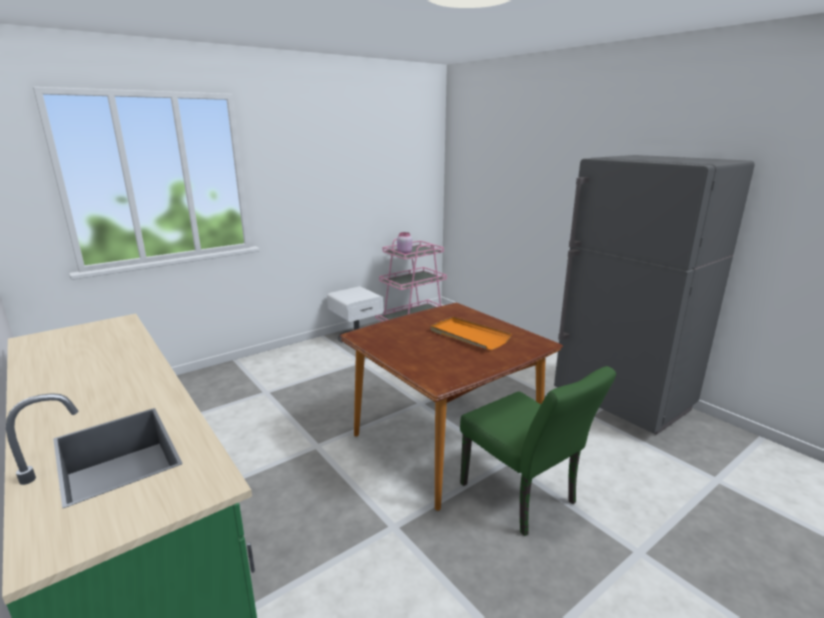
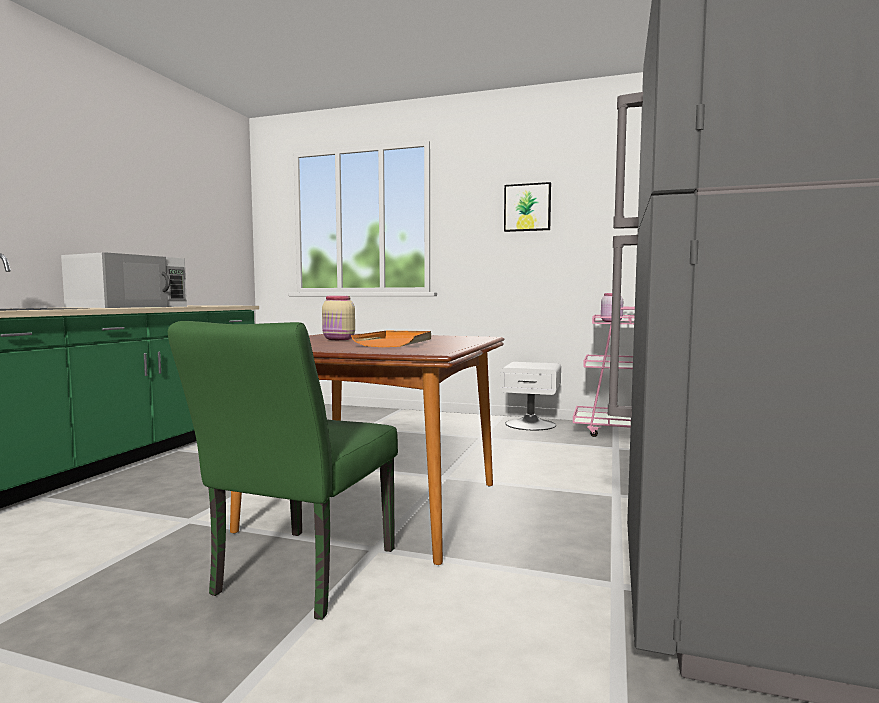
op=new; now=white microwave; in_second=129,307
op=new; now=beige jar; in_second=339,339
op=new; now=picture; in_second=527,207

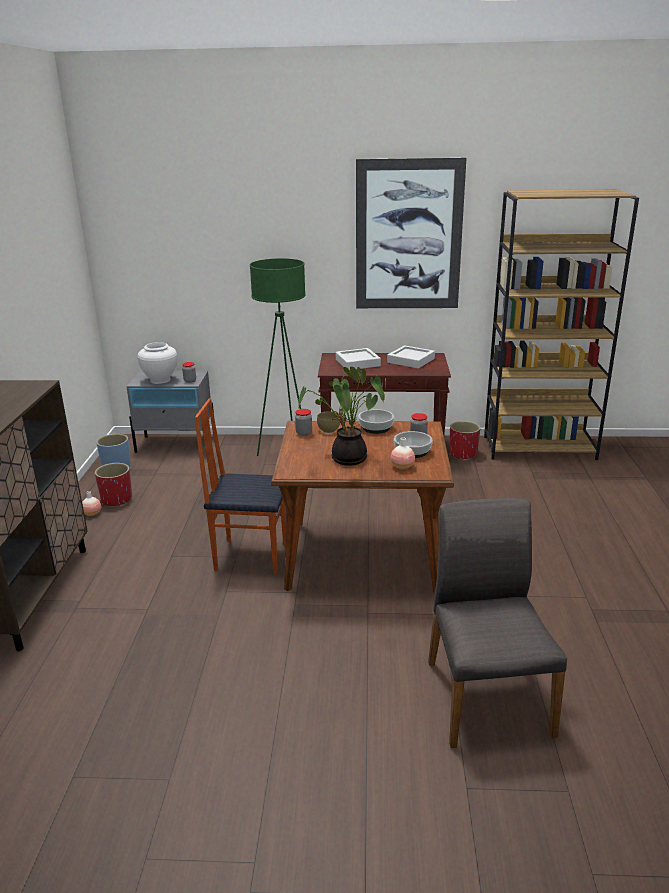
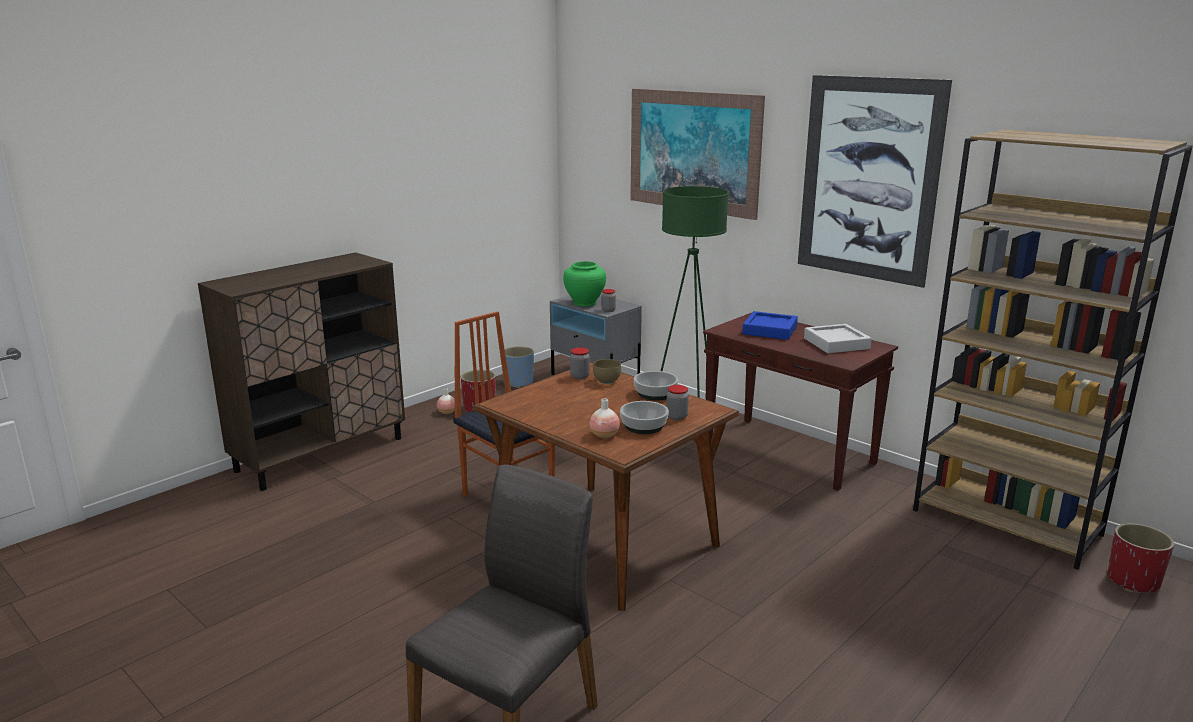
op=repainted; was=white vase; now=green vase; in_first=160,380; in_second=584,303
op=gone; was=potted plant; in_first=346,459
op=repainted; was=grey tray; now=blue tray; in_first=357,363; in_second=769,330
op=shifted; was=red planter; in_first=463,454; in_second=1133,581
op=new; now=picture; in_second=693,151

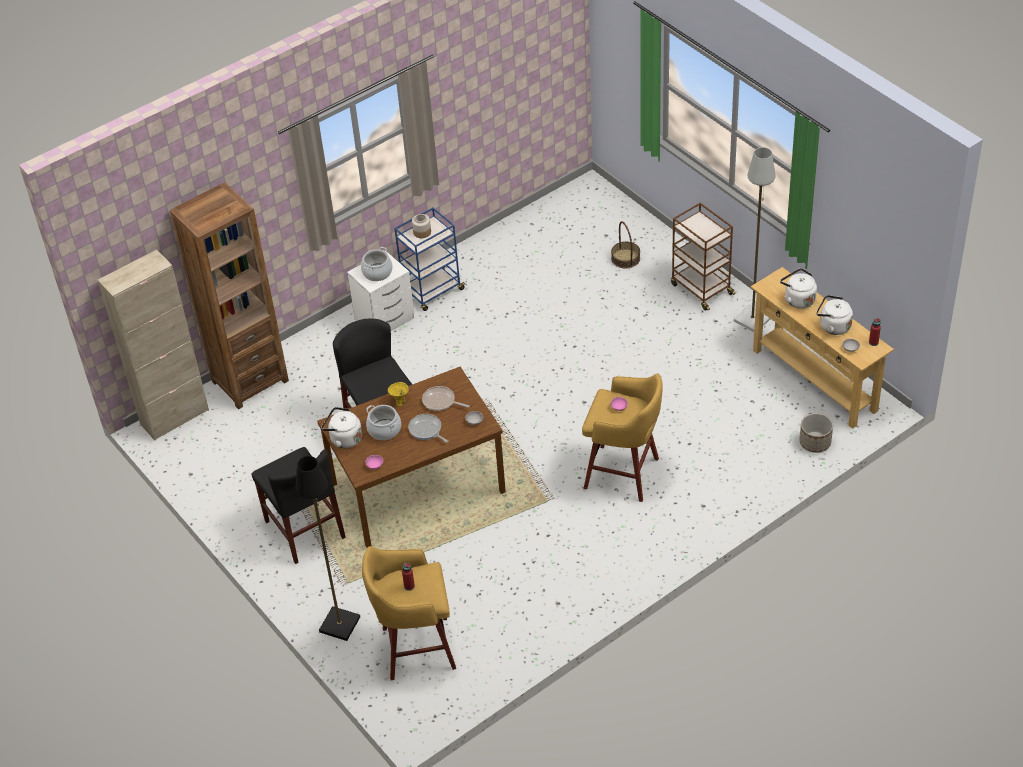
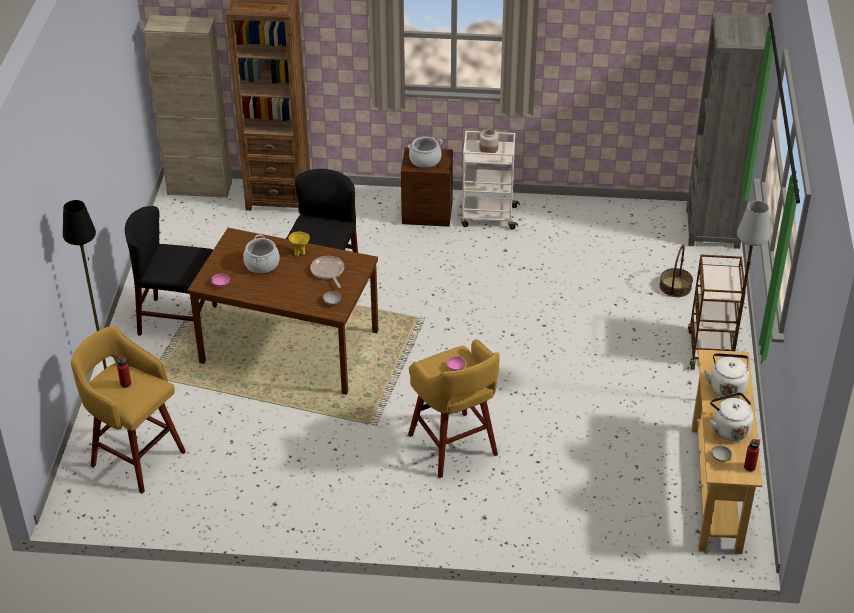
op=rotated; was=black chair; in_first=304,529; in_second=178,320; clockwise=90
op=gone; was=white kettle; in_first=344,439
op=repainted; was=white nightstand; now=brown nightstand; in_first=386,319; in_second=428,214
op=repainted; was=blue cart; now=white cart; in_first=432,291; in_second=488,216
op=gone; was=frying pan; in_first=426,430
op=gone; was=planter; in_first=815,442
op=new; now=grey bookcase; in_second=712,228

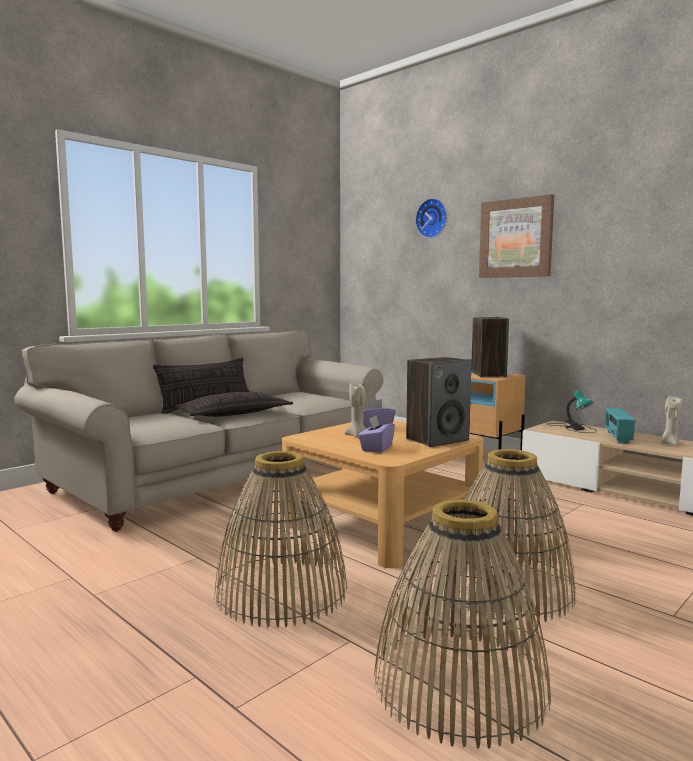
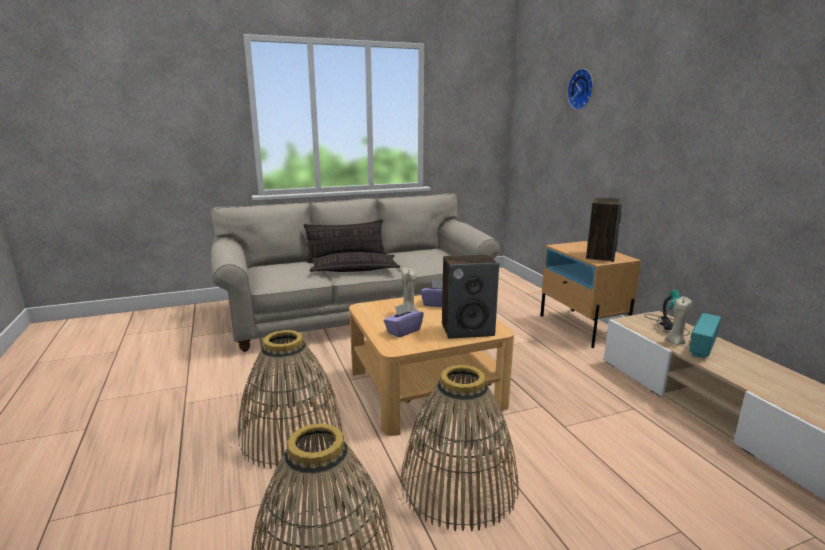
op=gone; was=picture; in_first=516,238
op=shifted; was=beige candle; in_first=669,443; in_second=675,342

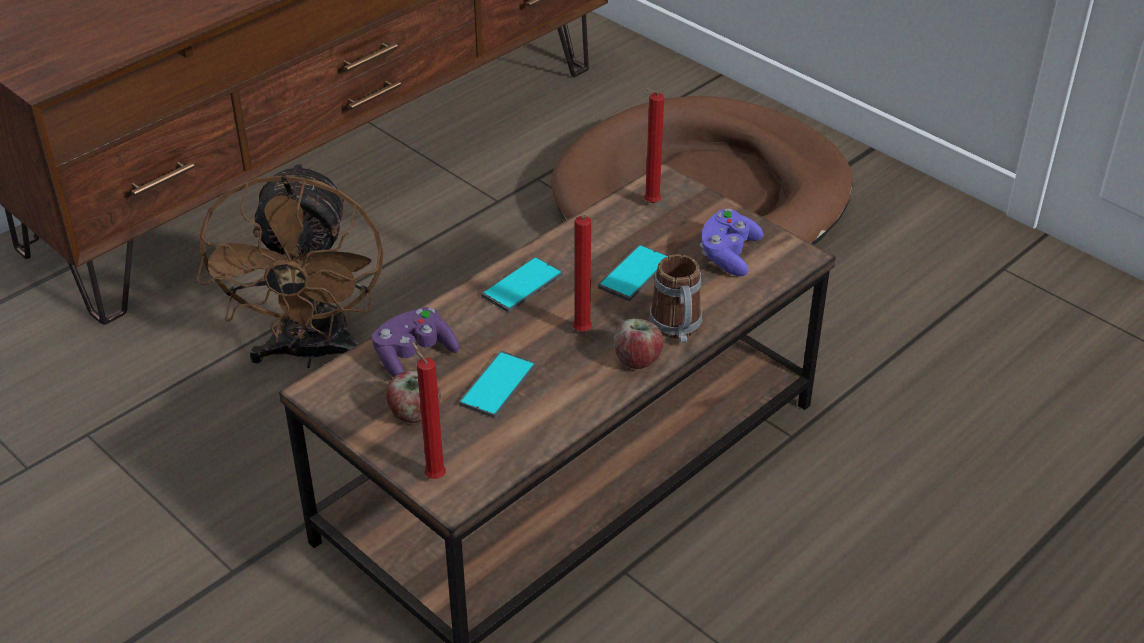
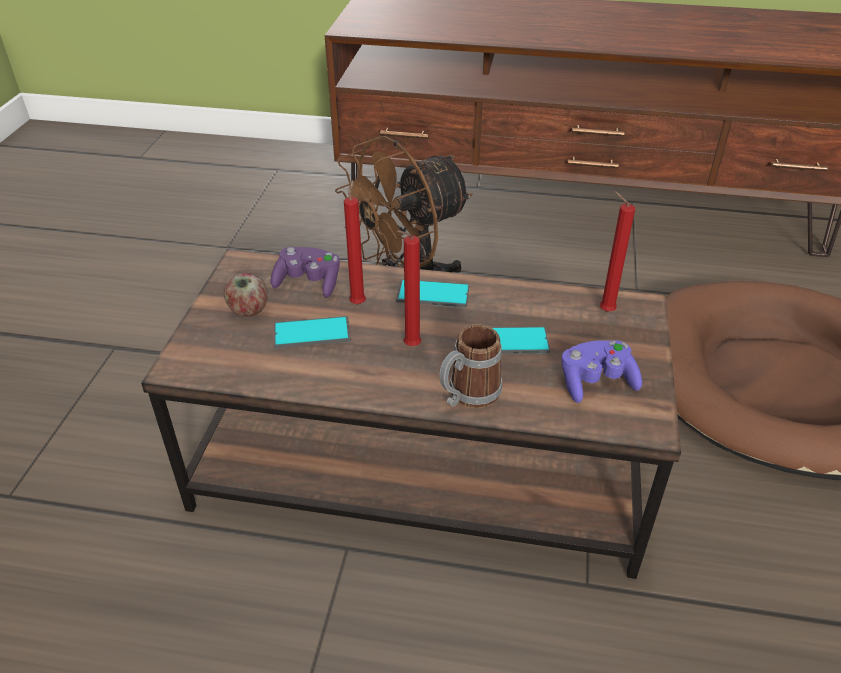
op=shifted; was=red candle; in_first=433,475; in_second=358,302
op=gone; was=apple; in_first=637,360

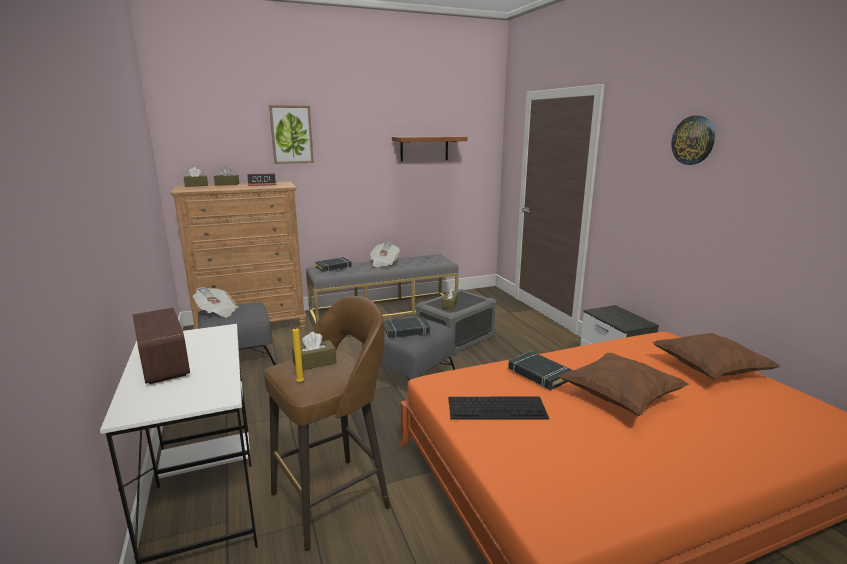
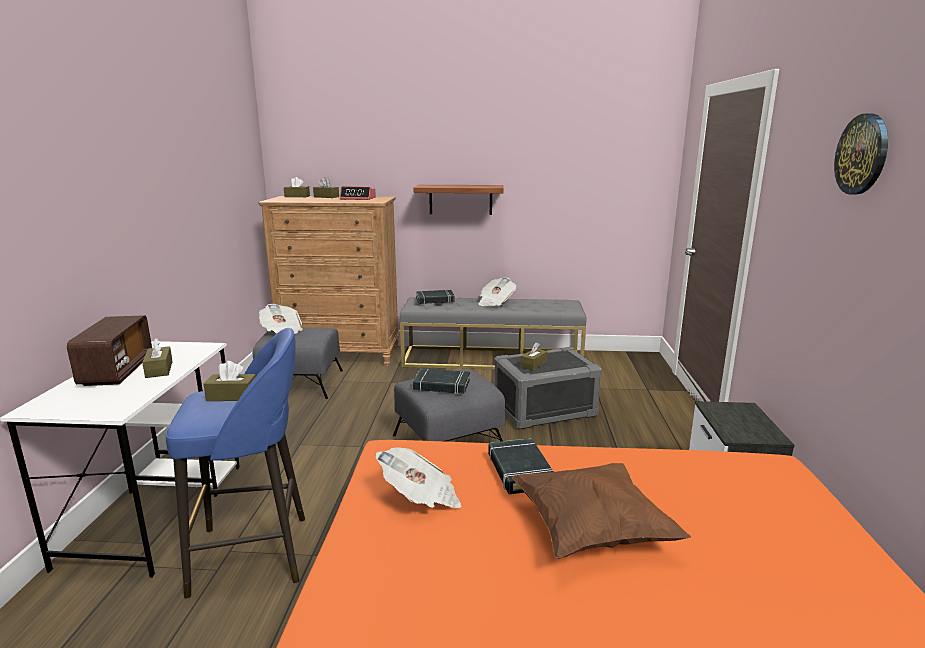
op=repainted; was=brown stool; now=blue stool; in_first=334,499; in_second=255,554
op=gone; was=picture; in_first=291,134
op=gone; was=yellow candle; in_first=298,382
op=shifted; was=shelf; in_first=424,148; in_second=460,199
op=swapped; was=keyboard; now=newspaper; in_first=497,407; in_second=421,498
op=gone; was=brown pillow; in_first=709,370
op=new; now=brown tissue box; in_second=159,369

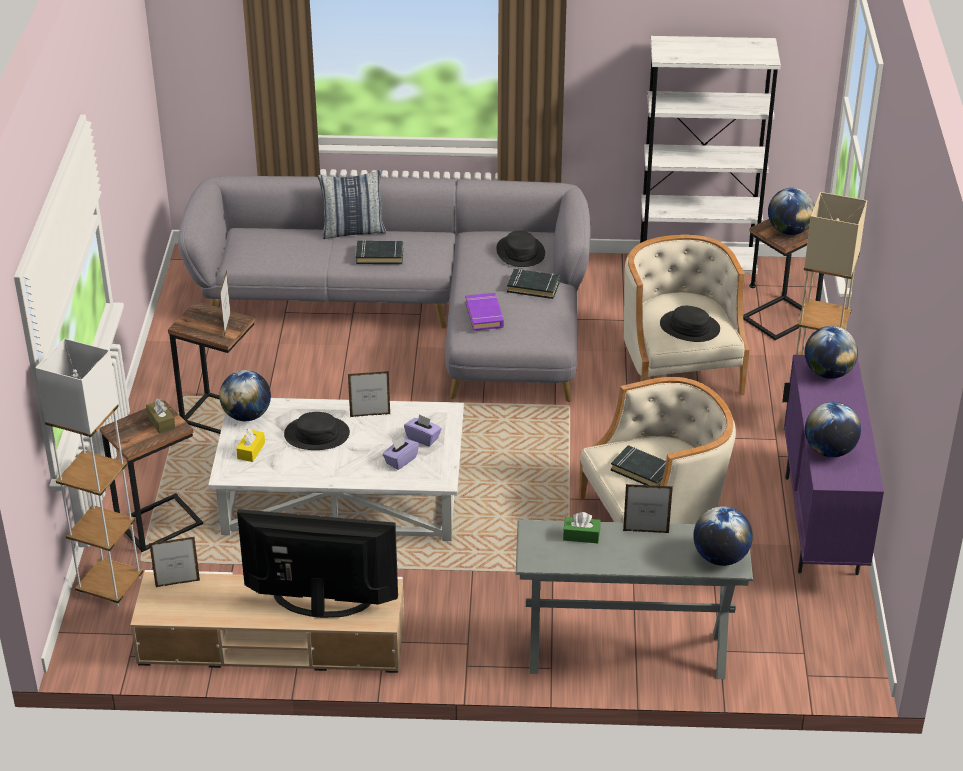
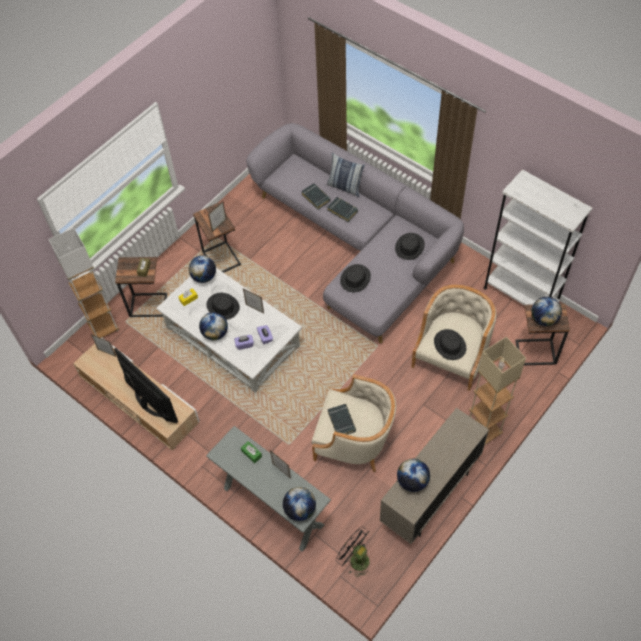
op=swapped; was=purple book; now=black hat; in_first=484,315; in_second=355,279
op=shifted; was=black book; in_first=533,287; in_second=316,197
op=repainted; was=purple cabinet; now=beige cabinet; in_first=821,525; in_second=430,495
op=shifted; was=globe; in_first=828,373; in_second=215,333
op=new; now=black fan; in_second=355,559

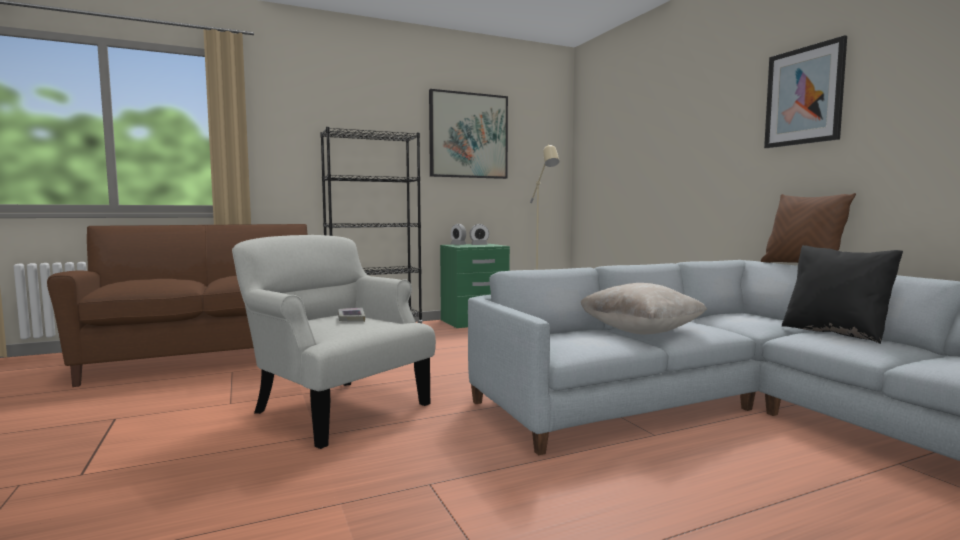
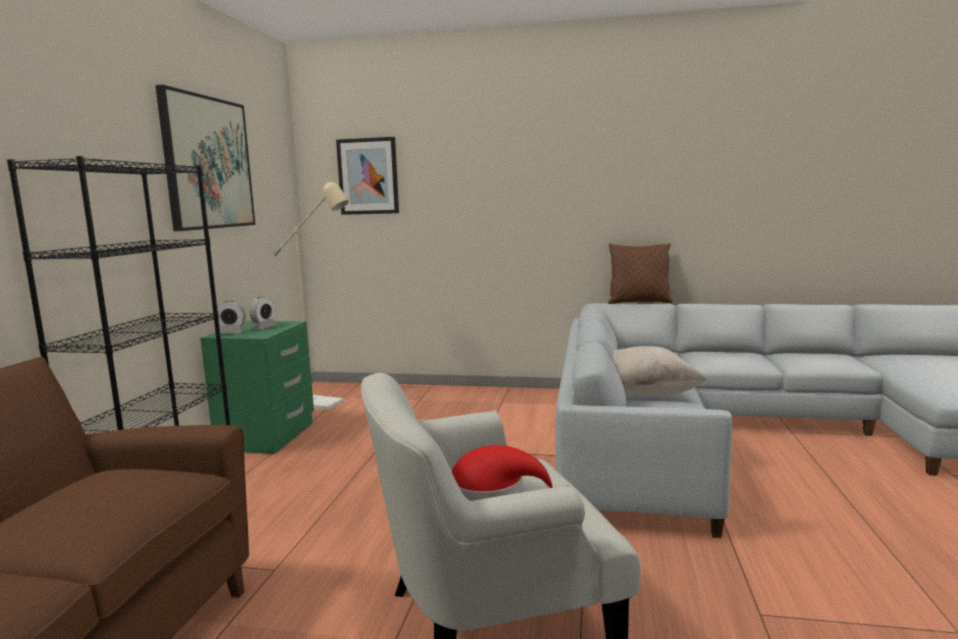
op=swapped; was=book; now=red hat; in_first=351,318; in_second=493,489
op=shifted; was=picture; in_first=804,96; in_second=368,176
op=gone; was=black pillow; in_first=836,333

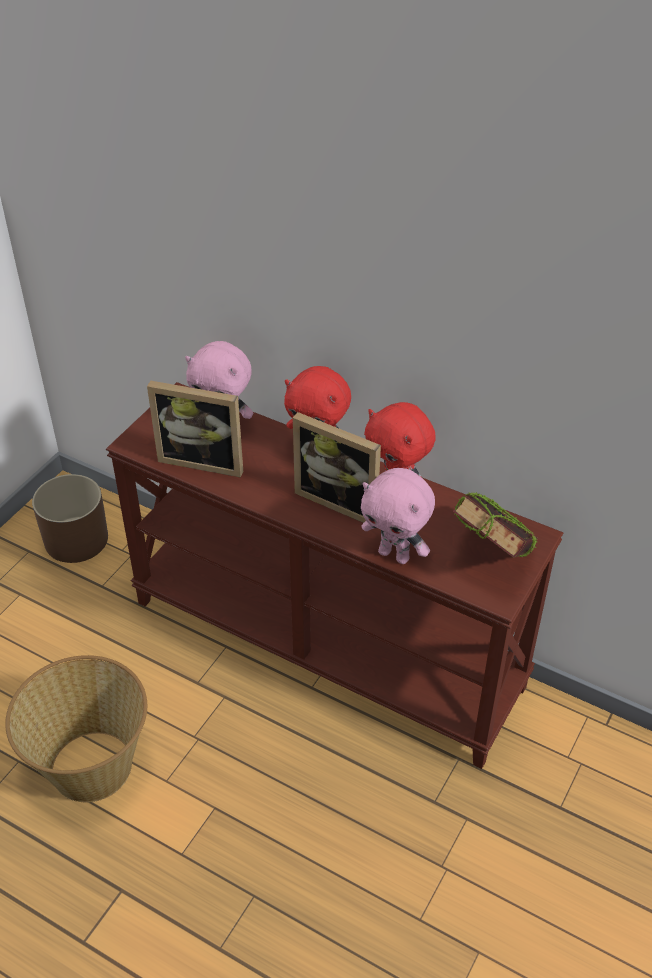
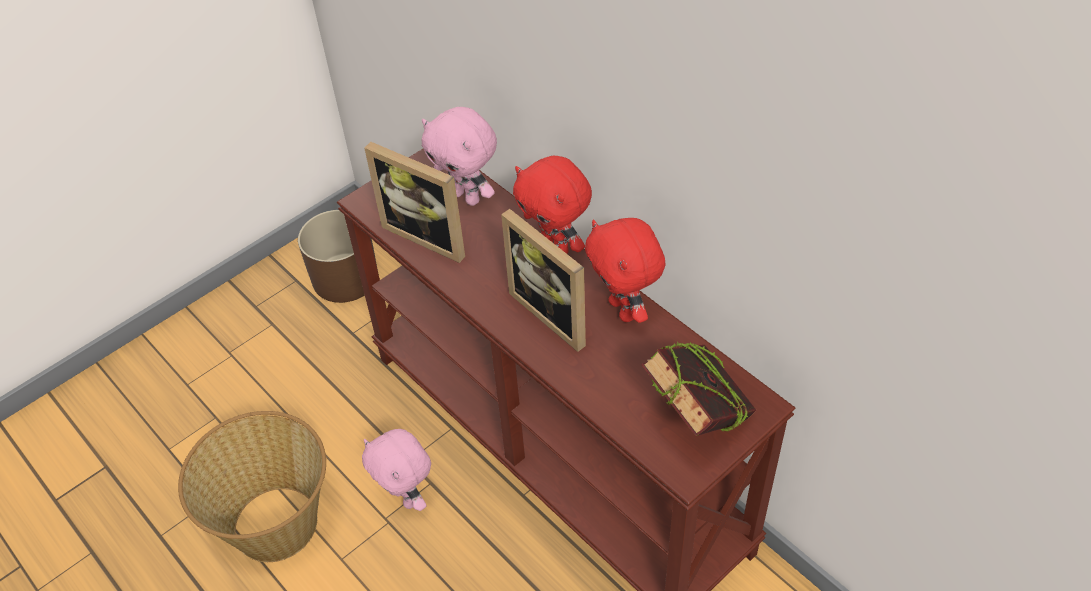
op=shifted; was=pink plush toy; in_first=395,555; in_second=407,497

